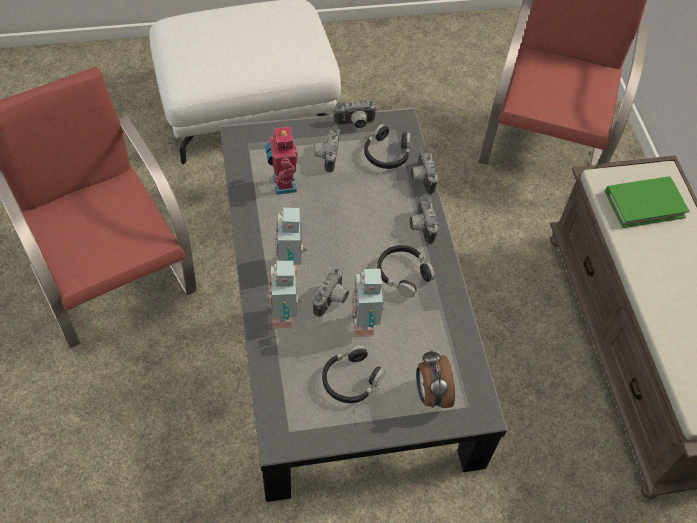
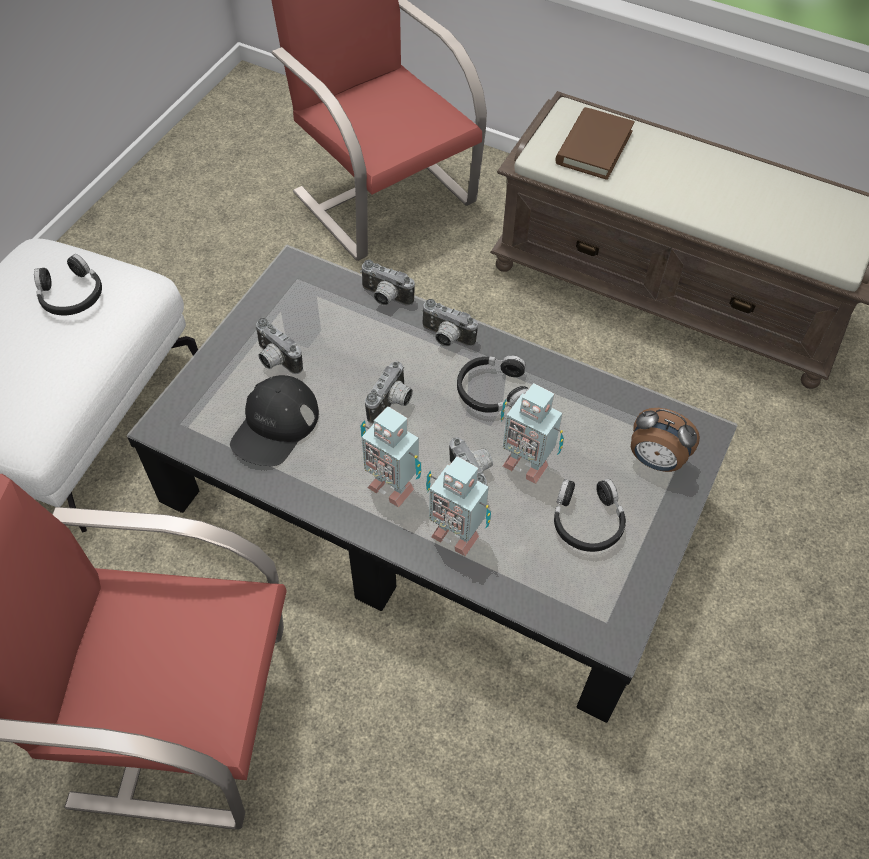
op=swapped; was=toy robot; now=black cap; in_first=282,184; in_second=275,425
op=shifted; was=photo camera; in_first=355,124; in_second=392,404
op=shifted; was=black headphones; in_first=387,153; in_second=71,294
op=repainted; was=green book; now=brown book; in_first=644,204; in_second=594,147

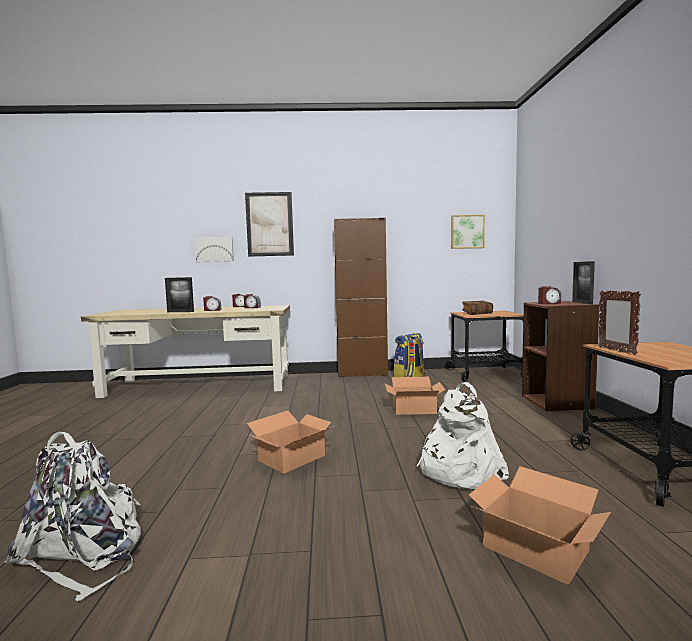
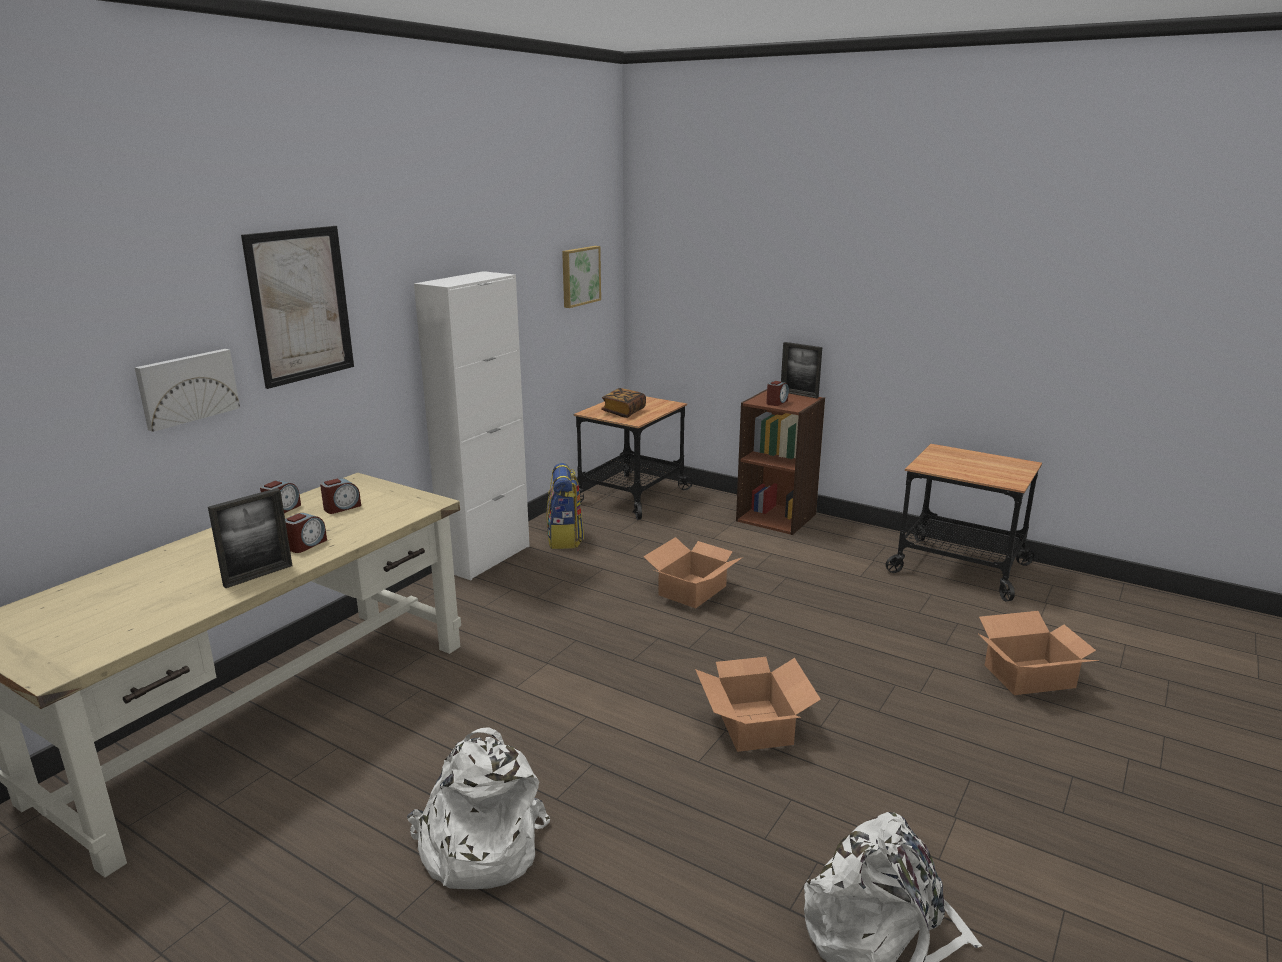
op=repainted; was=brown cabinet; now=white cabinet; in_first=362,374; in_second=486,558
op=shifted; was=white backpack; in_first=457,470; in_second=478,847
op=gone; was=picture frame; in_first=616,350

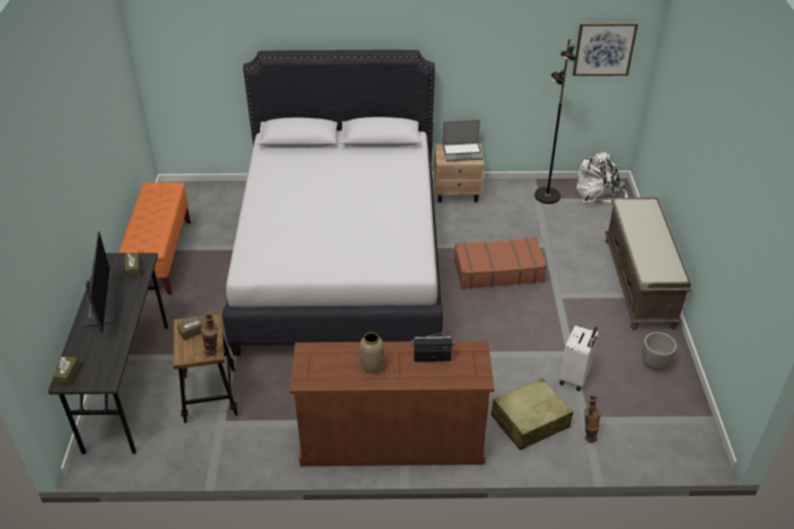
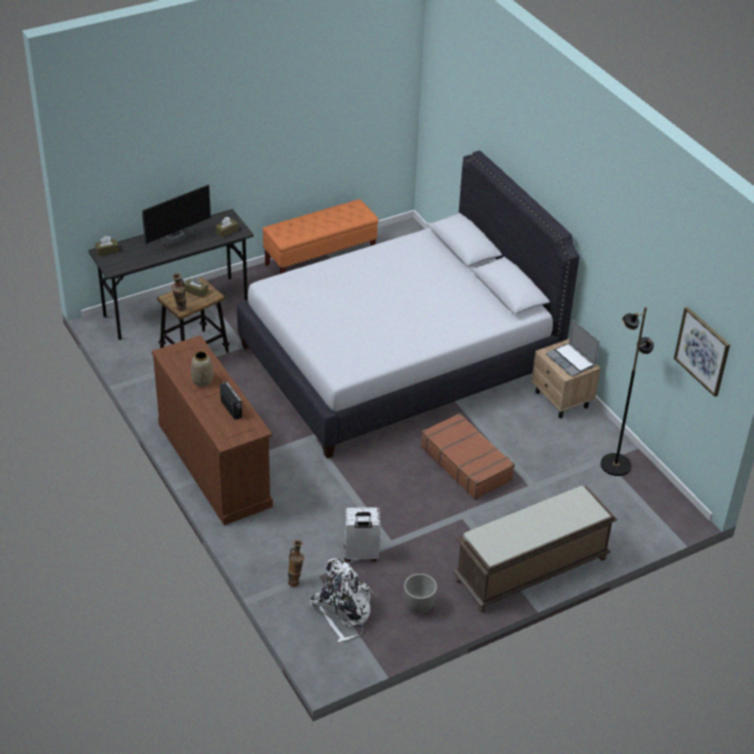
op=gone; was=beige suitcase; in_first=529,422
op=shifted; was=white backpack; in_first=599,193; in_second=343,611

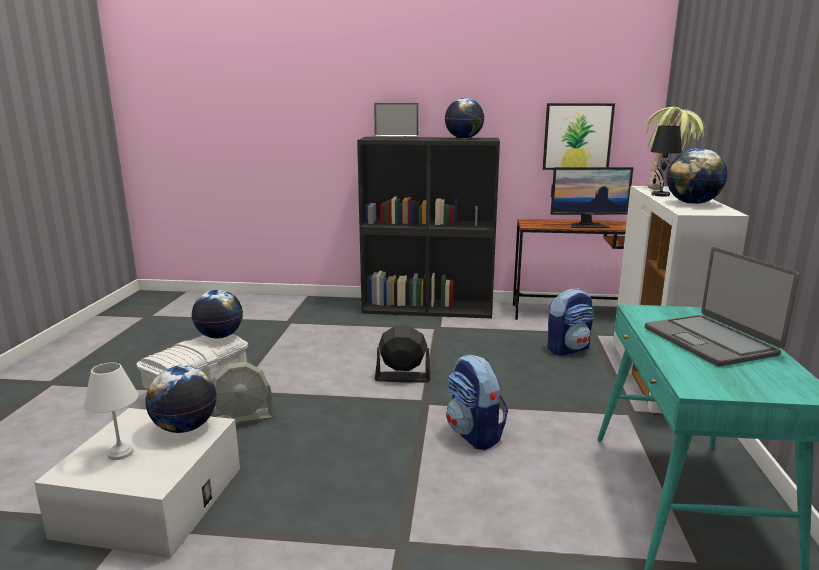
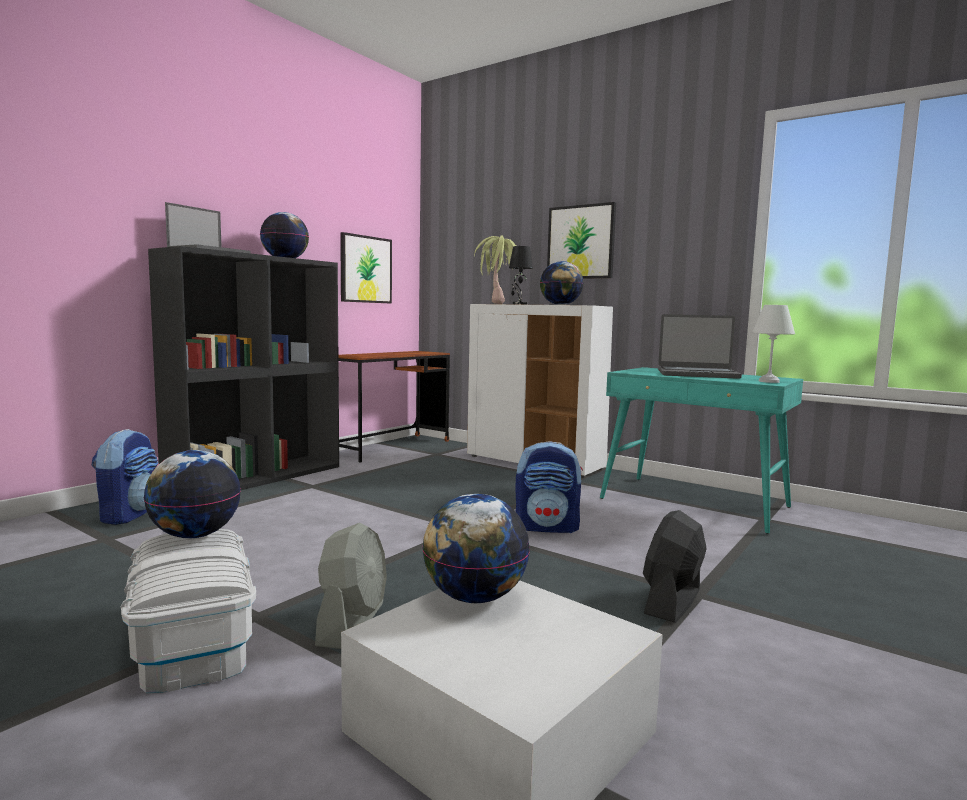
op=shifted; was=white table lamp; in_first=119,453; in_second=768,381
op=shifted; was=black fan; in_first=402,377; in_second=672,601
op=shifted; was=backpack; in_first=568,349; in_second=128,515
op=gone; was=monitor; in_first=587,225
op=new; now=picture; in_second=581,242

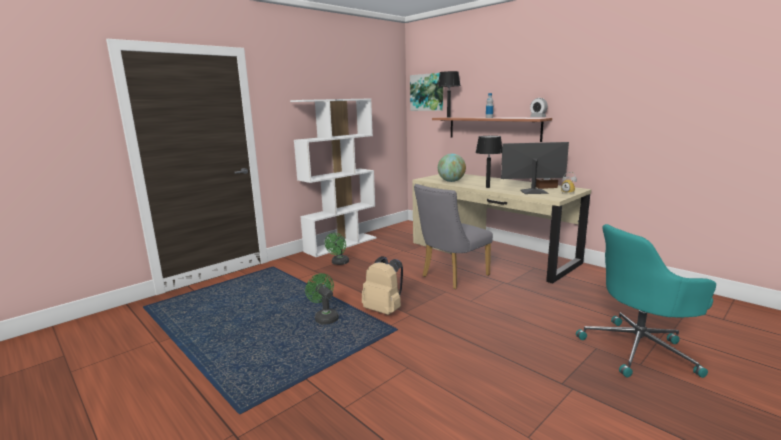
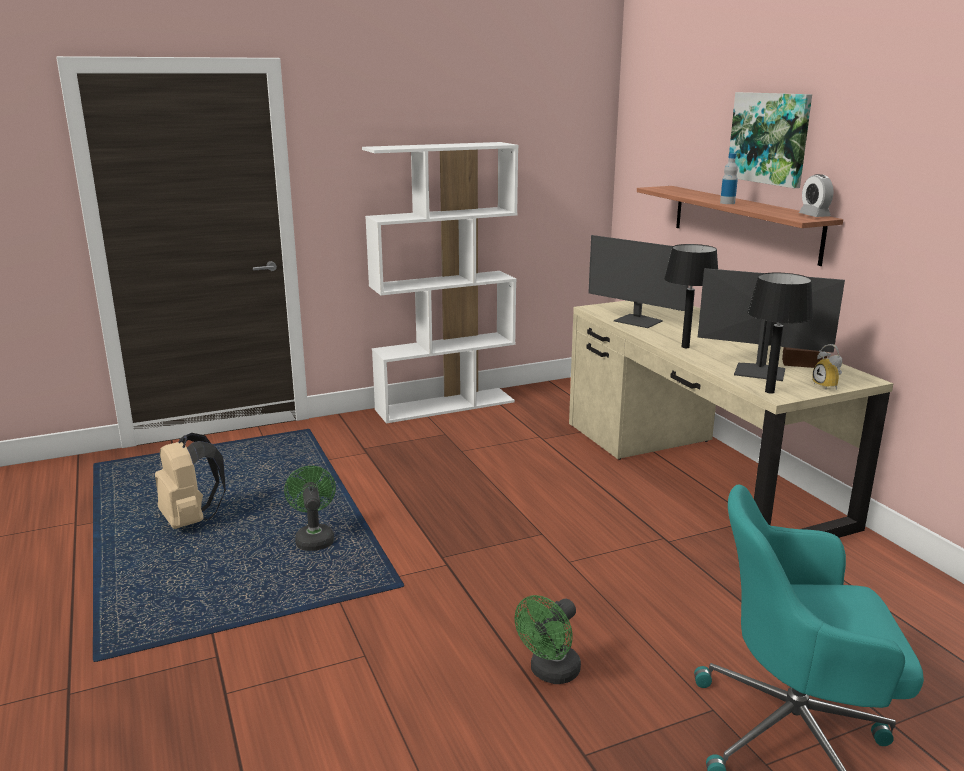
op=shifted; was=green fan; in_first=339,263; in_second=550,673
op=shifted; was=beige backpack; in_first=384,310; in_second=191,520
op=shifted; was=picture; in_first=427,92; in_second=770,138
op=gone; was=grey chair; in_first=451,277
op=shifted; was=black table lamp; in_first=448,117; in_second=769,391
op=swapped; was=globe; now=monitor; in_first=451,181; in_second=637,321

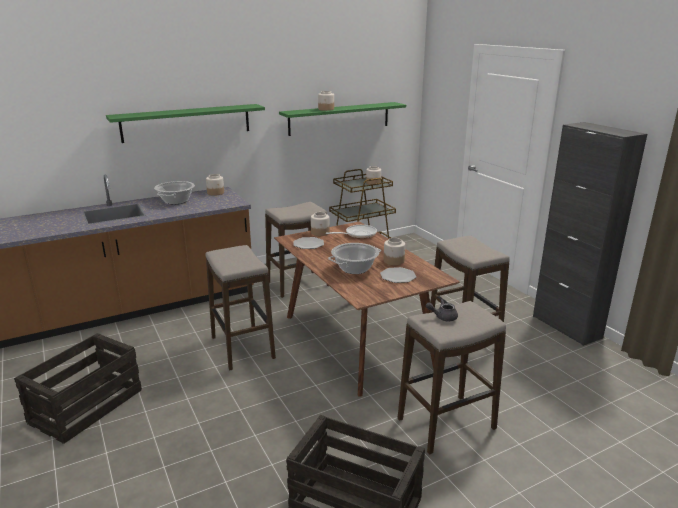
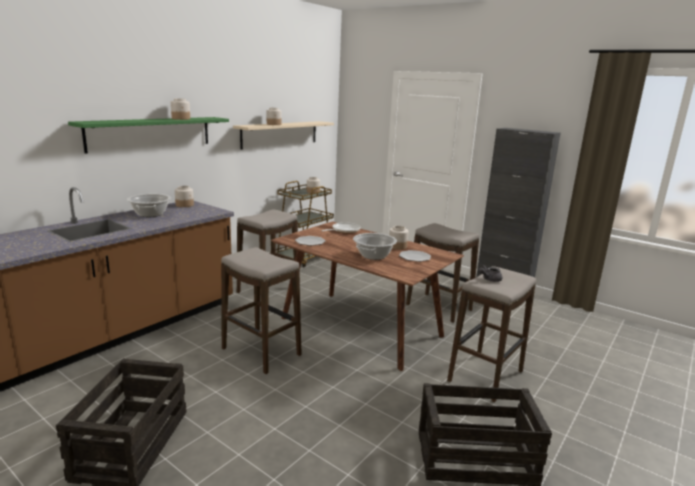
op=repainted; was=green shelf; now=beige shelf; in_first=339,118; in_second=280,134
op=shifted; was=jar; in_first=320,233; in_second=181,119

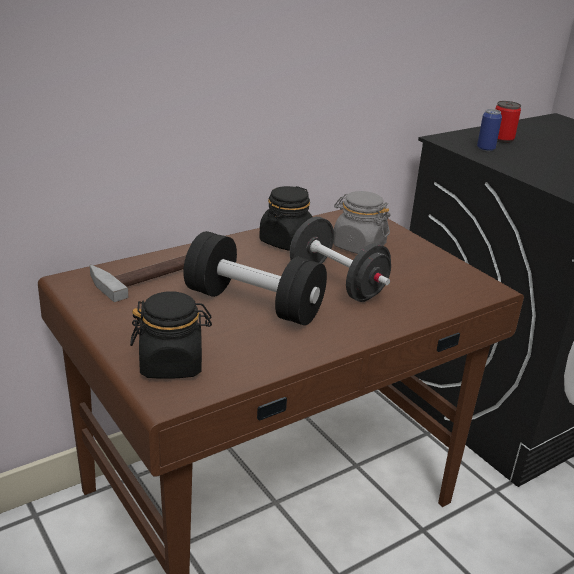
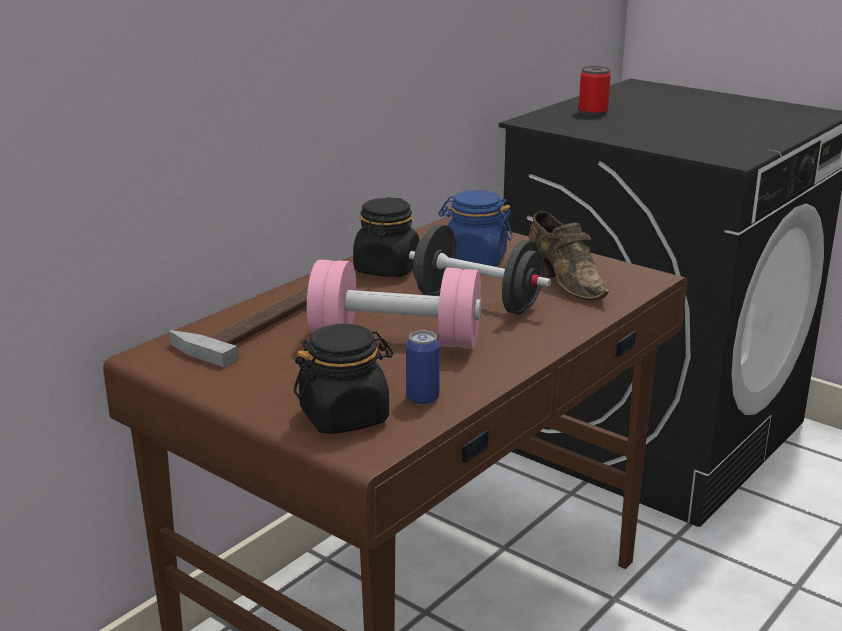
op=repainted; was=black dumbbell; now=pink dumbbell; in_first=253,304; in_second=395,339
op=repainted; was=grey jar; now=blue jar; in_first=358,246; in_second=474,259
op=shifted; was=can; in_first=485,148; in_second=422,398
op=new; now=brown shoe; in_second=565,282

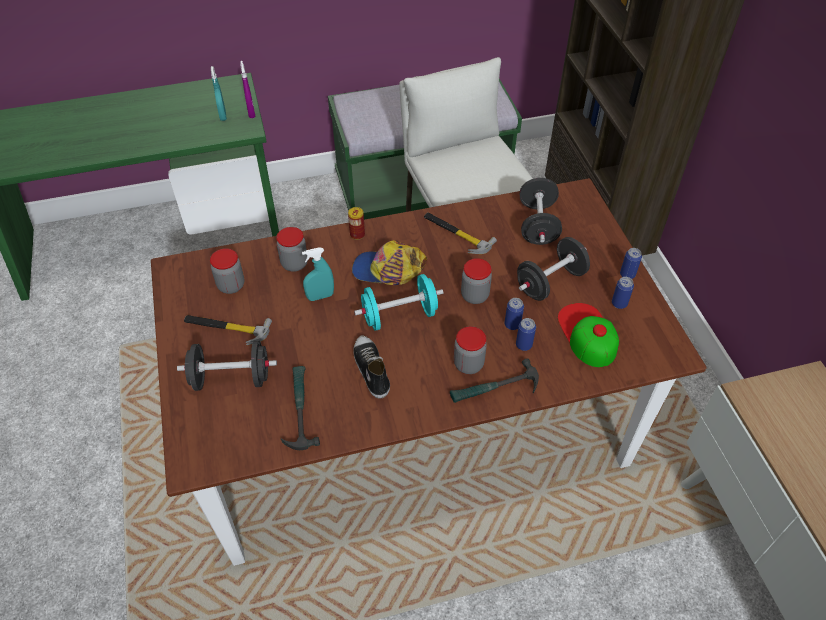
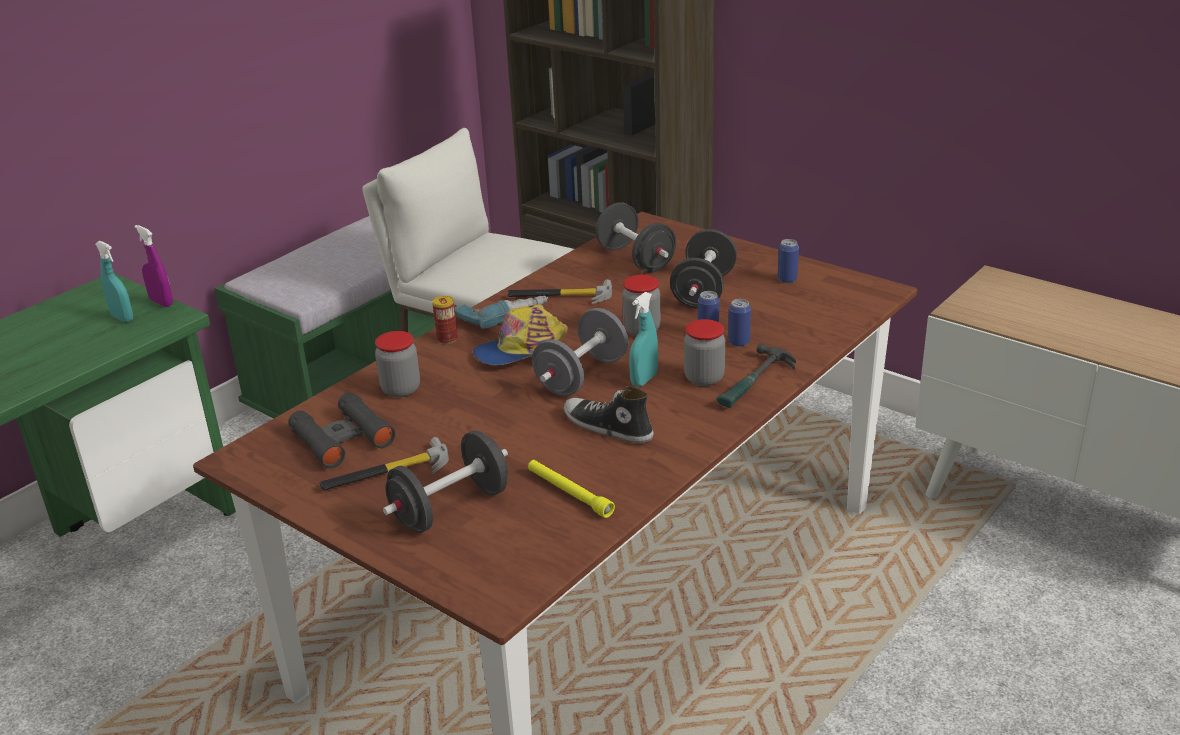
op=swapped; was=jar; now=black binoculars; in_first=231,285; in_second=342,438
op=swapped; was=hammer; now=yellow flashlight; in_first=299,410; in_second=569,493
op=shifted; was=turquoise spray bottle; in_first=320,296; in_second=644,380
op=repainted; was=turquoise dumbbell; now=grey dumbbell; in_first=399,315; in_second=582,376
op=gone; was=cap; in_first=587,334
op=gone; was=can; in_first=627,274
op=new; now=power drill; in_second=501,314

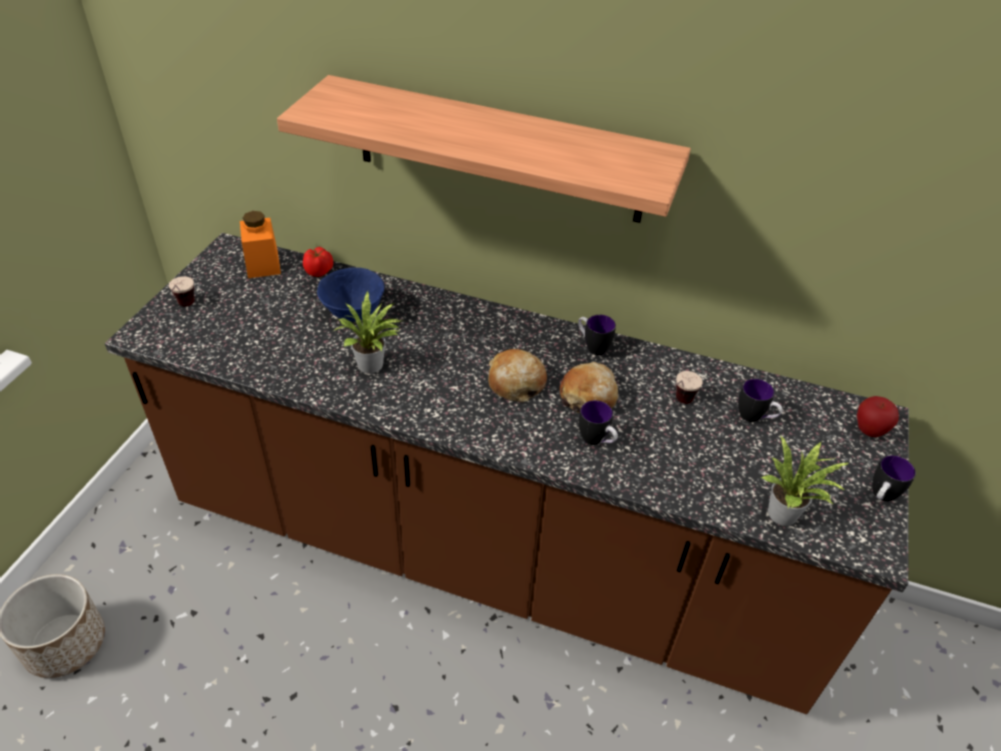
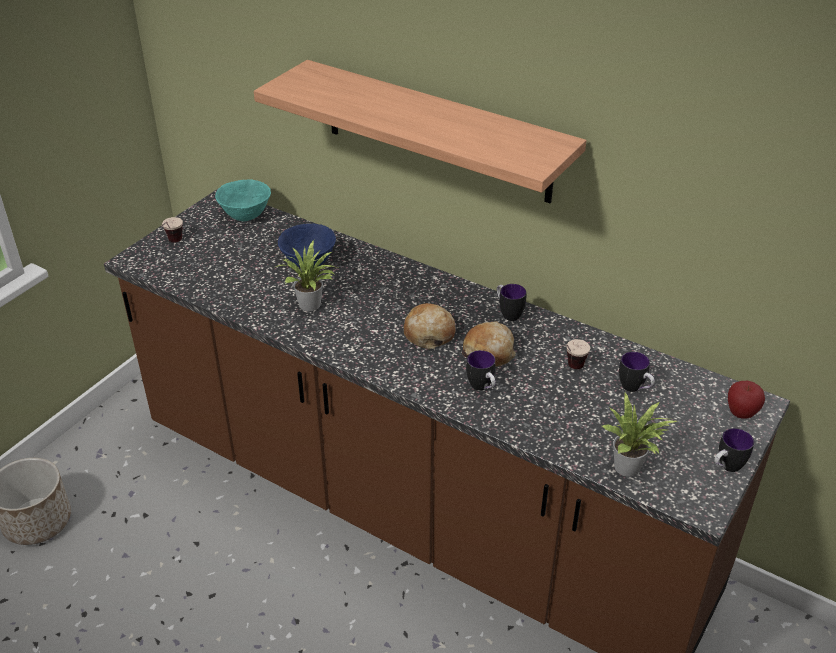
op=swapped; was=orange jar; now=turquoise bowl; in_first=263,264; in_second=245,216
op=gone; was=tomato; in_first=319,271

